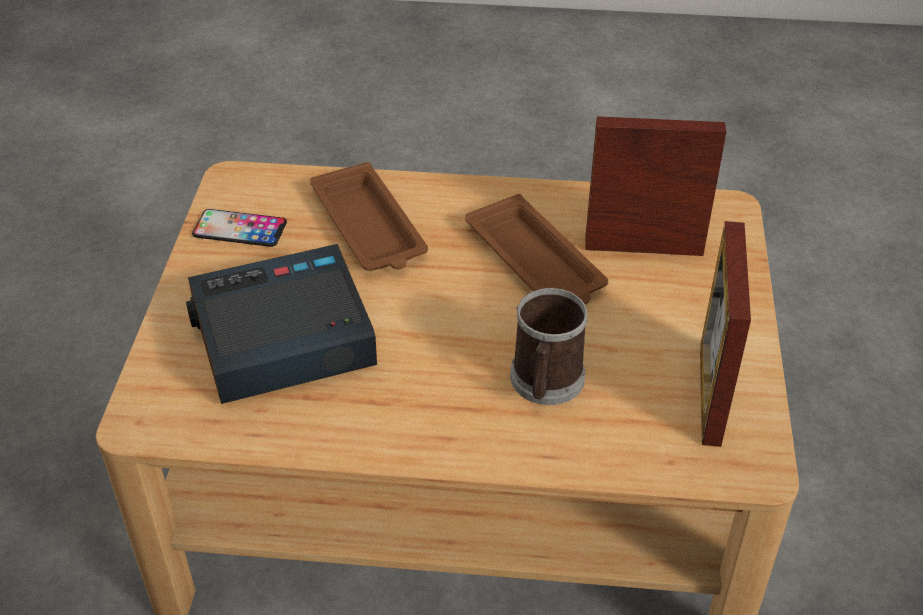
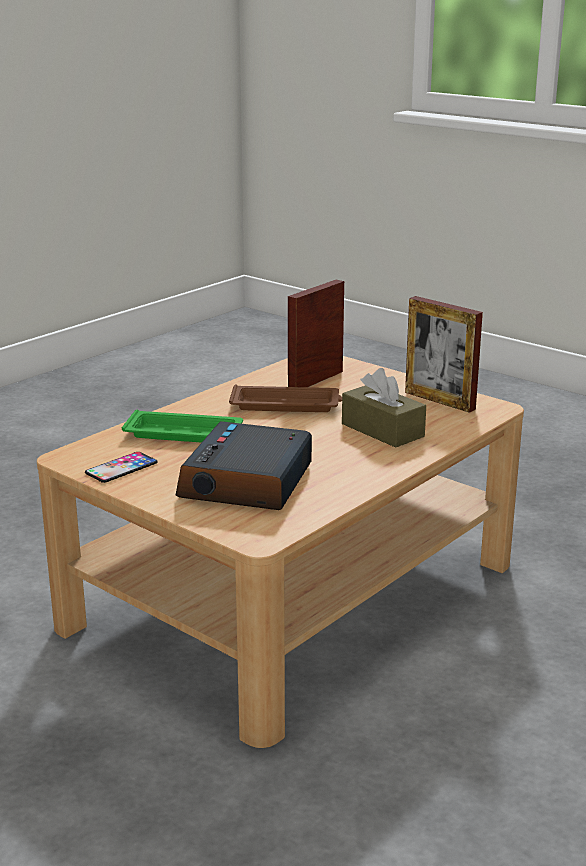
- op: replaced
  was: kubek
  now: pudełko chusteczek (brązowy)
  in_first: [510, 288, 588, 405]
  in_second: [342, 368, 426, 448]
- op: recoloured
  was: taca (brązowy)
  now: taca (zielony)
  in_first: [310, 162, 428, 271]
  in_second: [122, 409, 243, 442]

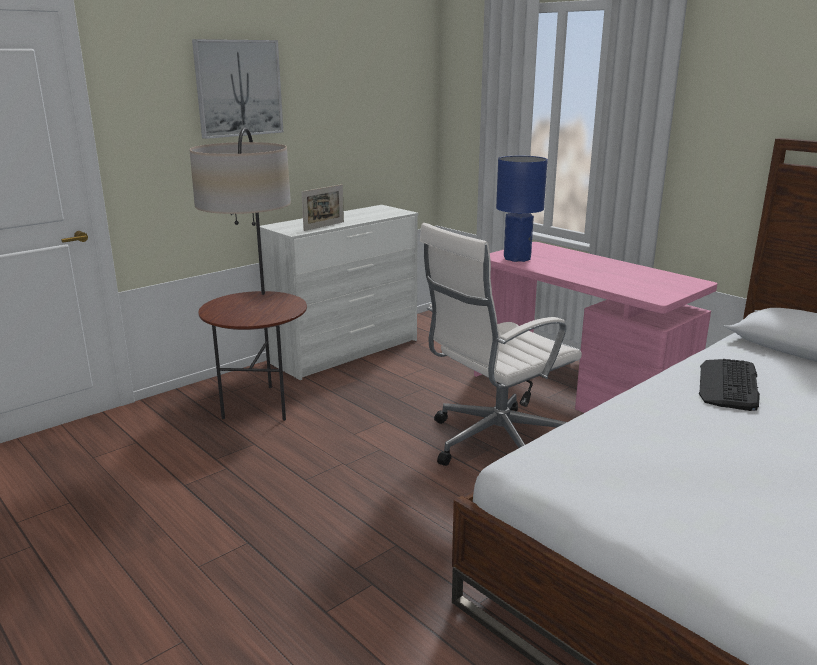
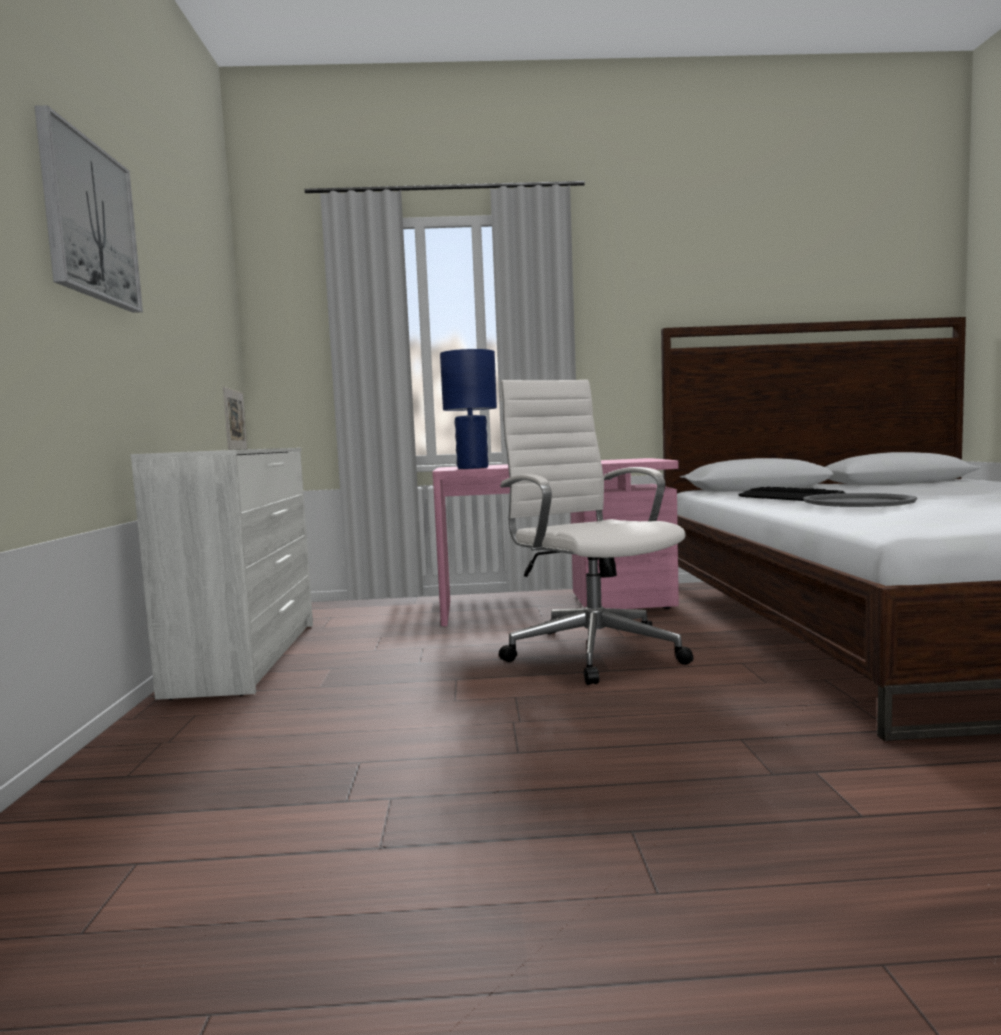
- op: removed
  was: lampa stojąca
  in_first: [189, 127, 307, 421]
- op: added
  now: taca (szary)
  in_second: [803, 493, 917, 507]
- op: turned
  was: krzesło biurowe (biały)
  in_first: [420, 223, 582, 466]
  in_second: [499, 380, 693, 685]
  clockwise: 150

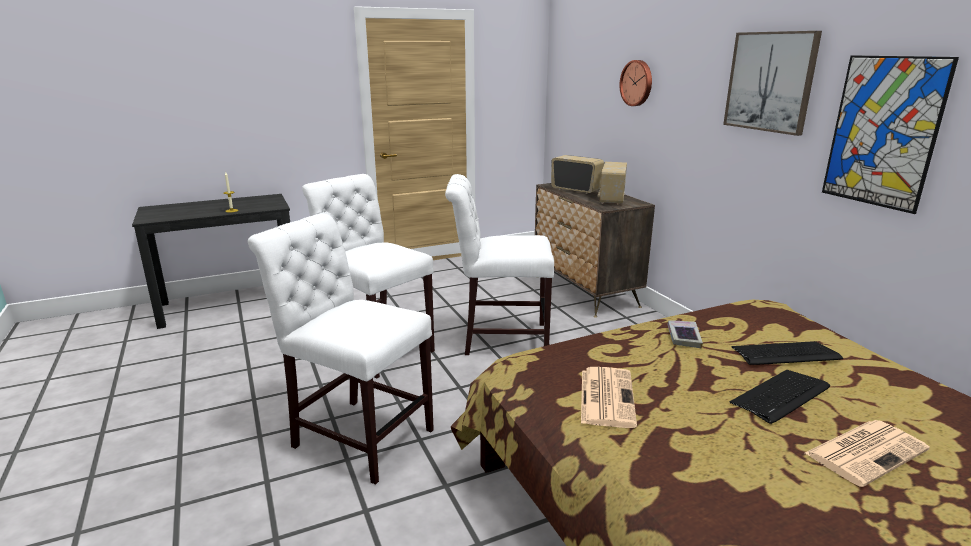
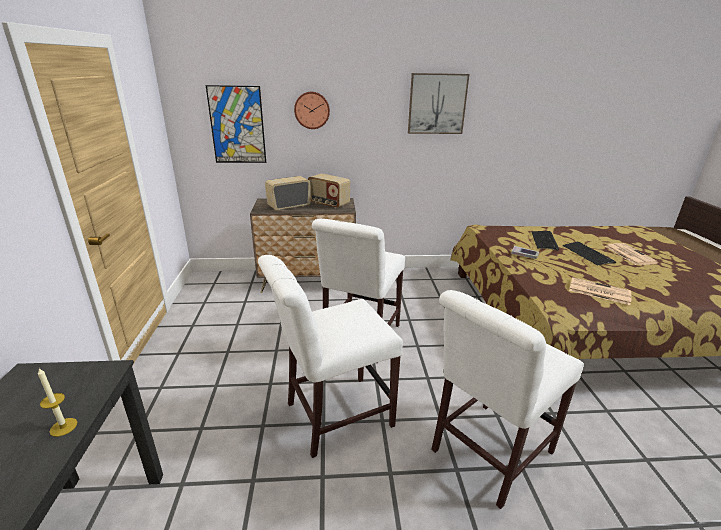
- op: moved
  was: obraz
  in_first: [822, 55, 959, 214]
  in_second: [206, 85, 266, 163]

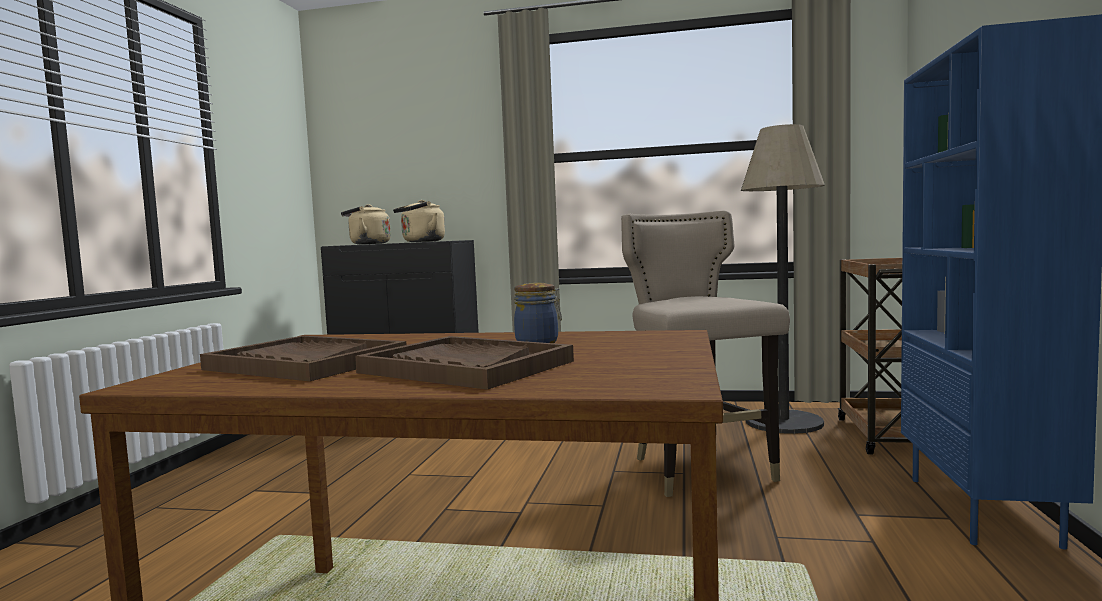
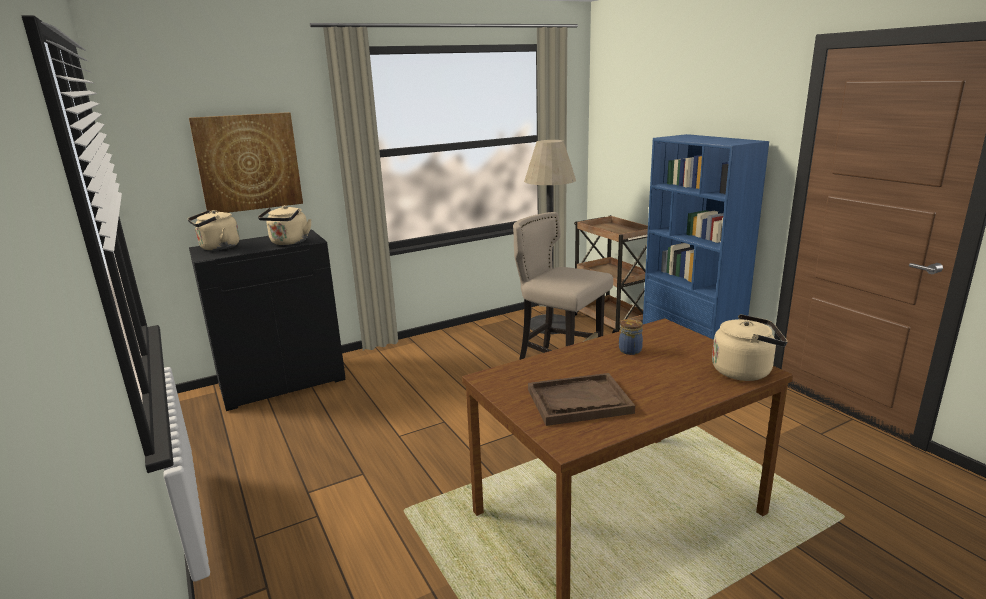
- op: removed
  was: taca (brązowy)
  in_first: [355, 336, 574, 390]
- op: added
  now: obraz
  in_second: [189, 112, 303, 213]
- op: added
  now: czajnik (beżowy)
  in_second: [712, 314, 788, 381]

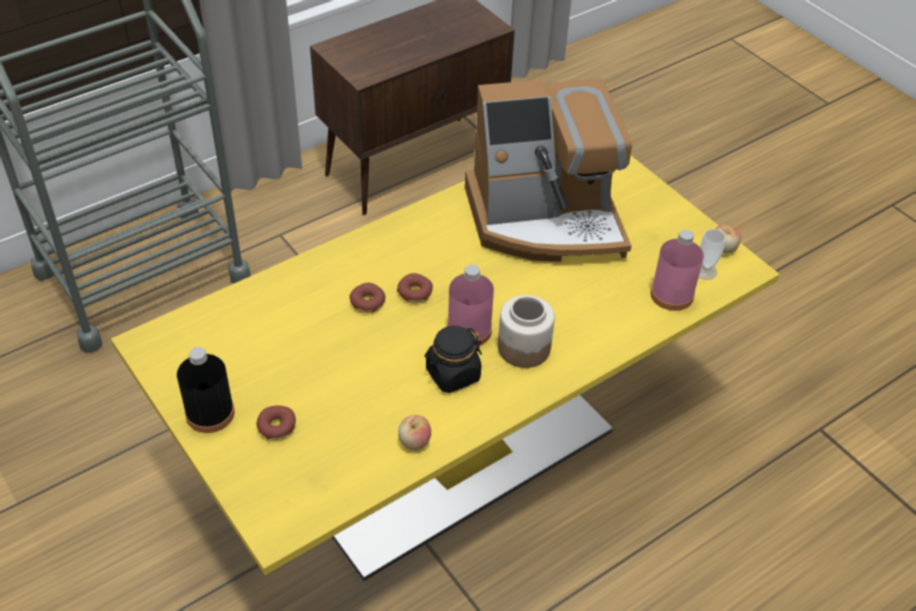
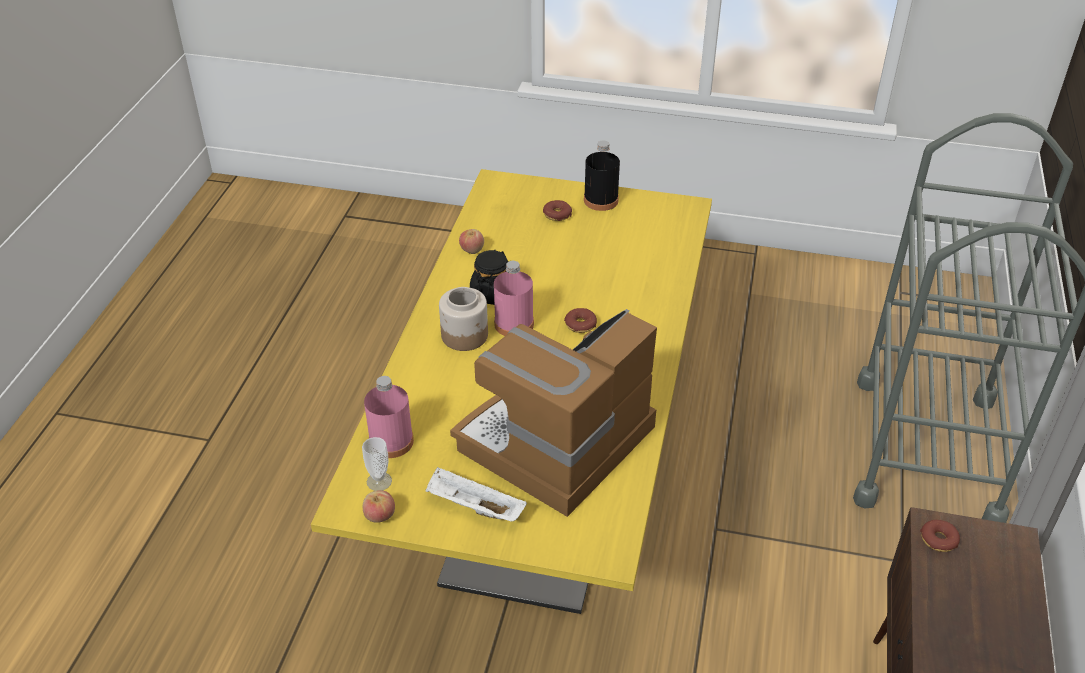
- op: added
  now: taca (biały)
  in_second: [425, 467, 527, 522]
- op: moved
  was: donut
  in_first: [349, 283, 386, 313]
  in_second: [920, 520, 960, 552]

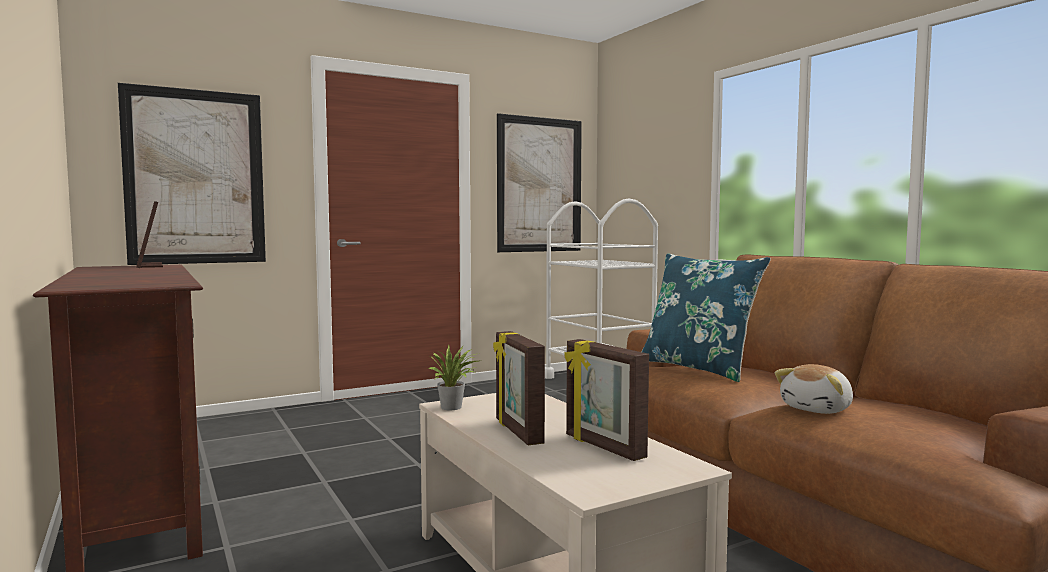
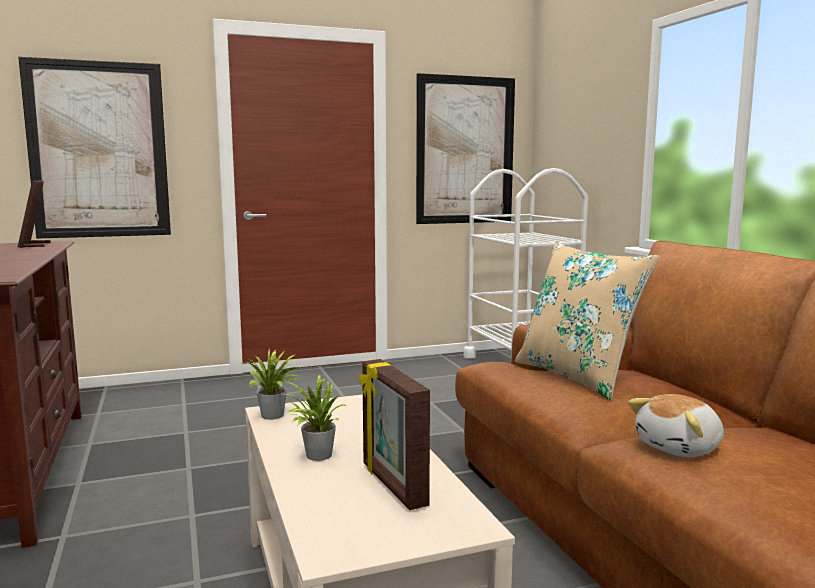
- op: replaced
  was: ramka na zdjęcie
  now: roślina doniczkowa
  in_first: [493, 331, 545, 445]
  in_second: [281, 375, 347, 461]
- op: recoloured
  was: poduszka (niebieski)
  now: poduszka (beżowy)
  in_first: [641, 253, 771, 382]
  in_second: [515, 242, 660, 400]

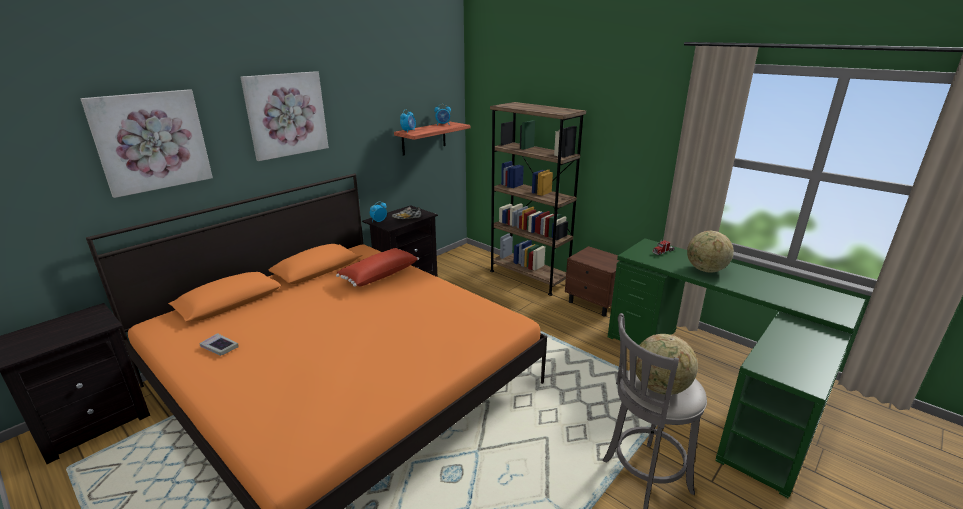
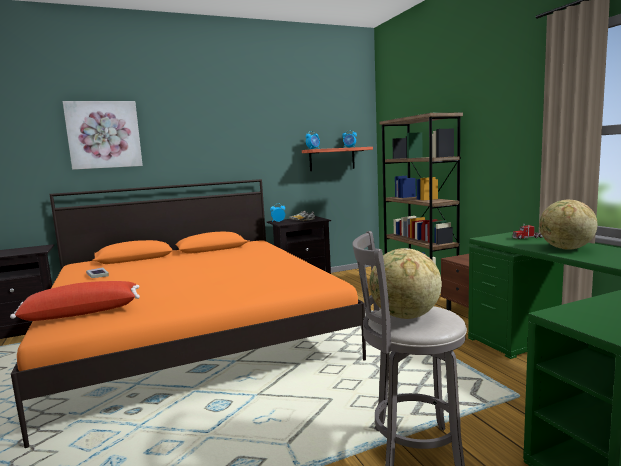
- op: removed
  was: obraz
  in_first: [240, 71, 329, 161]
- op: moved
  was: poduszka (czerwony)
  in_first: [336, 248, 419, 287]
  in_second: [10, 281, 140, 321]

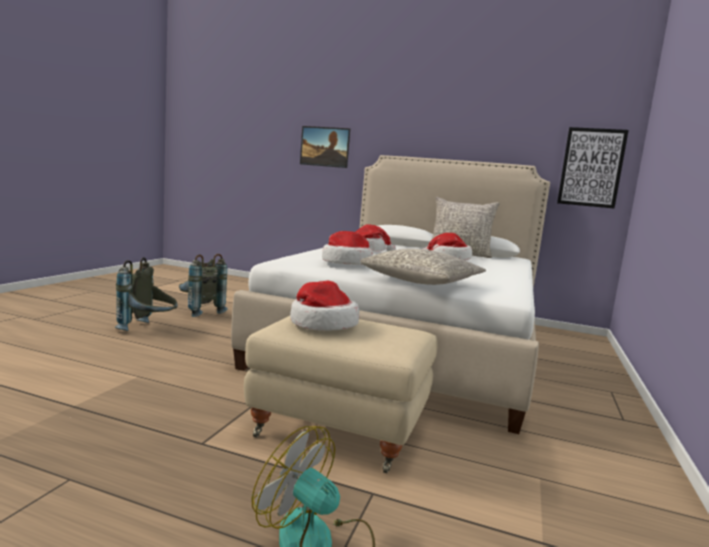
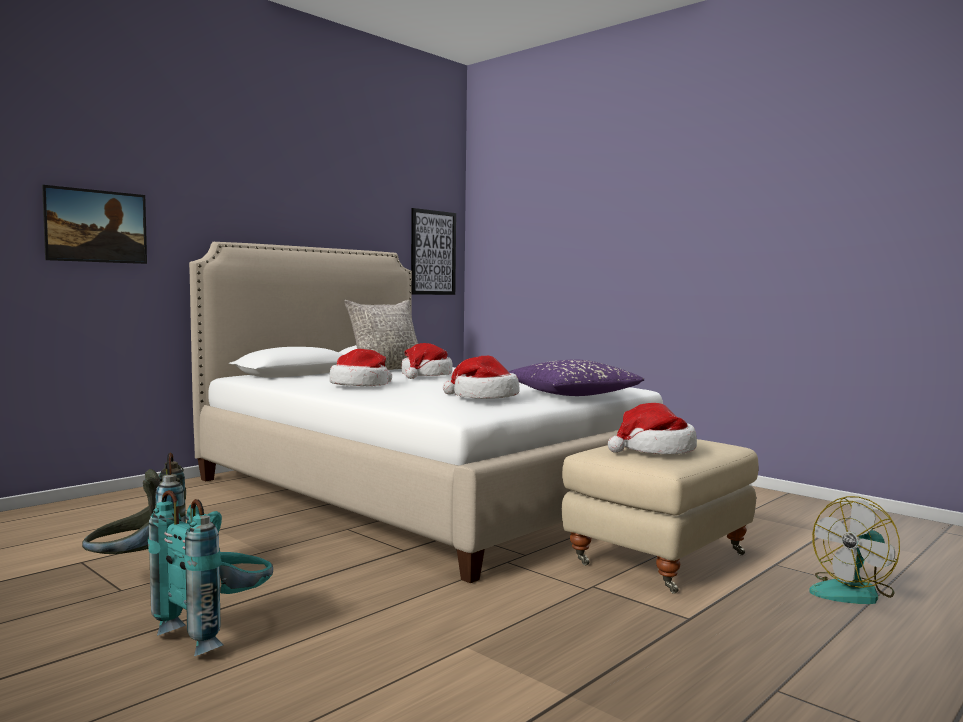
- op: recoloured
  was: plecak (szary)
  now: plecak (turkusowy)
  in_first: [114, 257, 178, 331]
  in_second: [148, 490, 273, 656]
- op: recoloured
  was: poduszka (szary)
  now: poduszka (fioletowy)
  in_first: [360, 249, 486, 285]
  in_second: [508, 360, 644, 396]

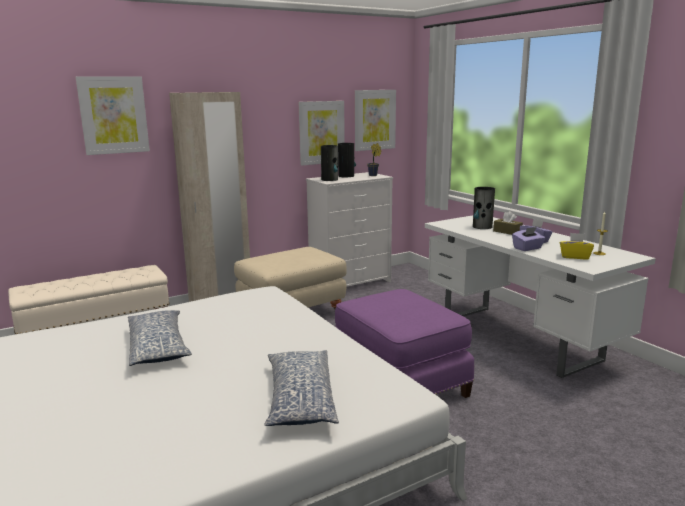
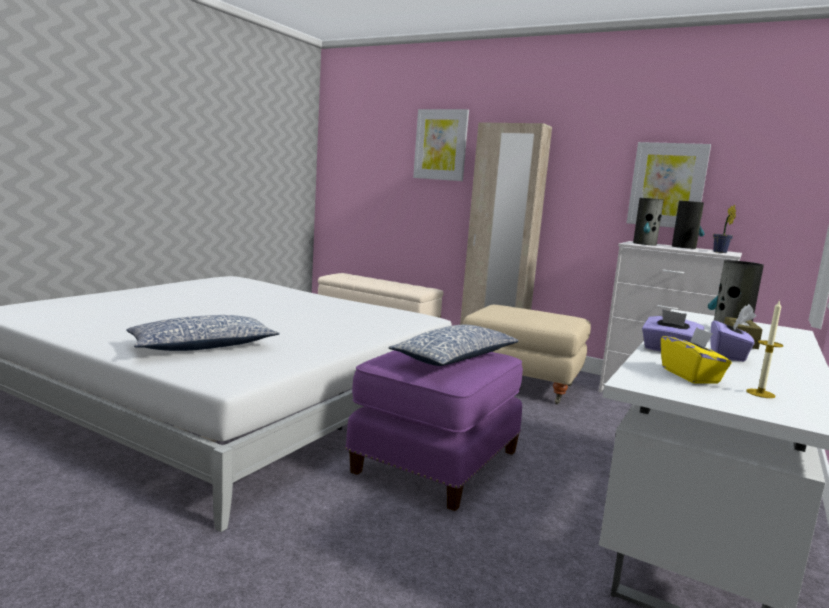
- op: removed
  was: obraz
  in_first: [355, 90, 396, 151]
- op: moved
  was: poduszka
  in_first: [128, 310, 192, 366]
  in_second: [389, 325, 519, 366]

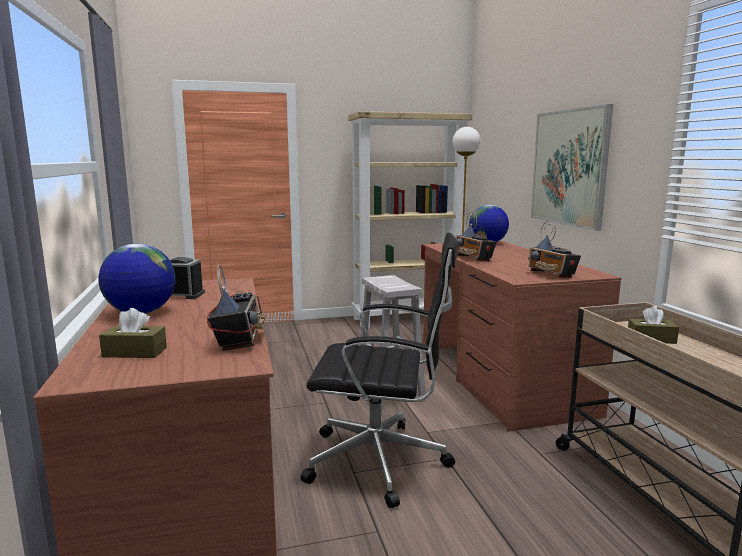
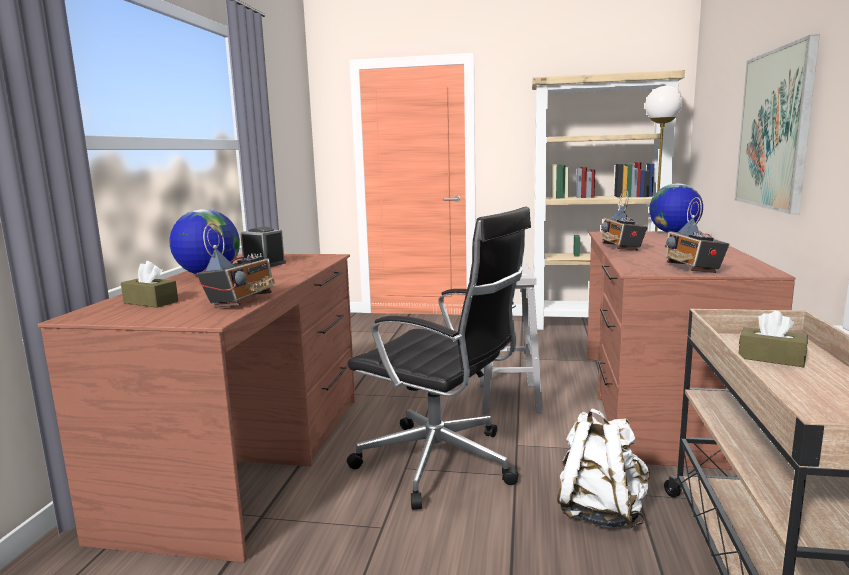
- op: added
  now: plecak (biały)
  in_second: [557, 408, 650, 528]

